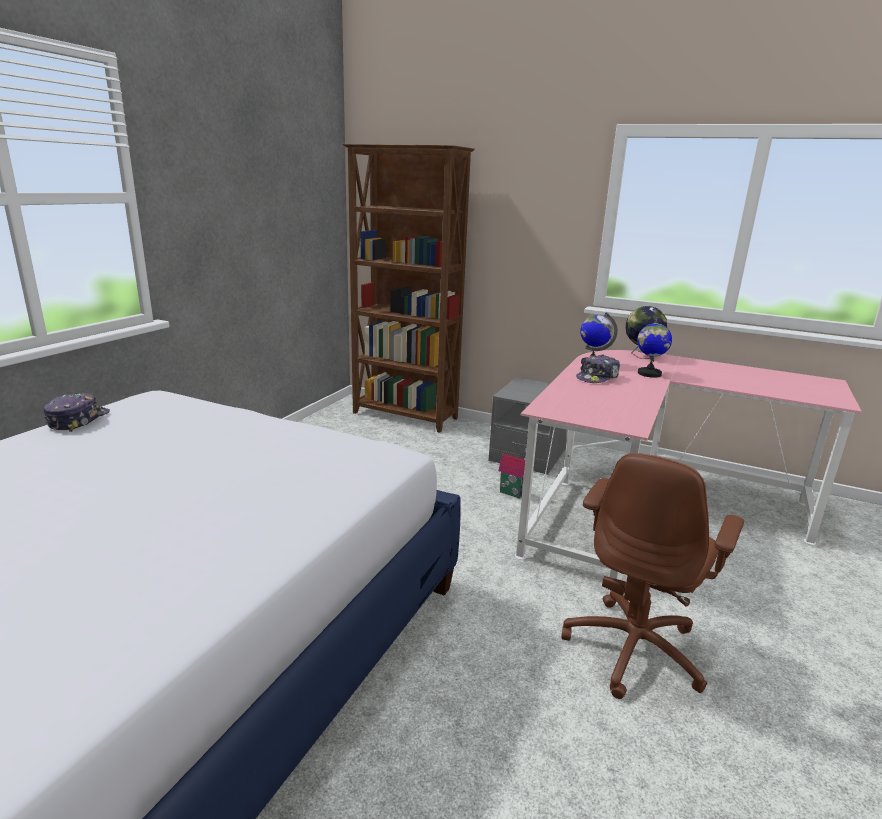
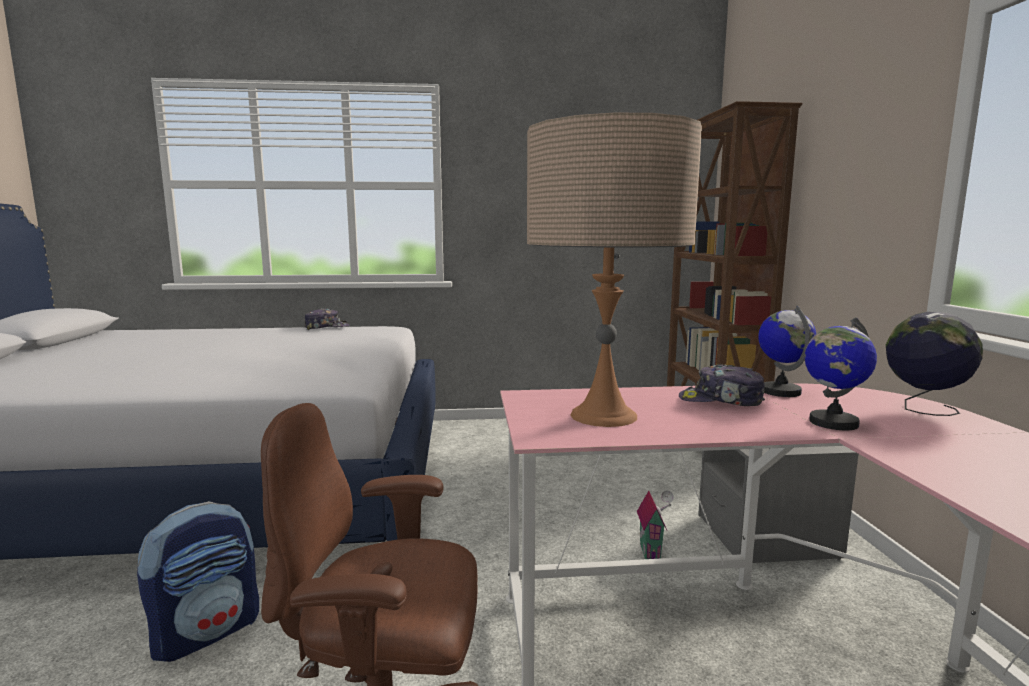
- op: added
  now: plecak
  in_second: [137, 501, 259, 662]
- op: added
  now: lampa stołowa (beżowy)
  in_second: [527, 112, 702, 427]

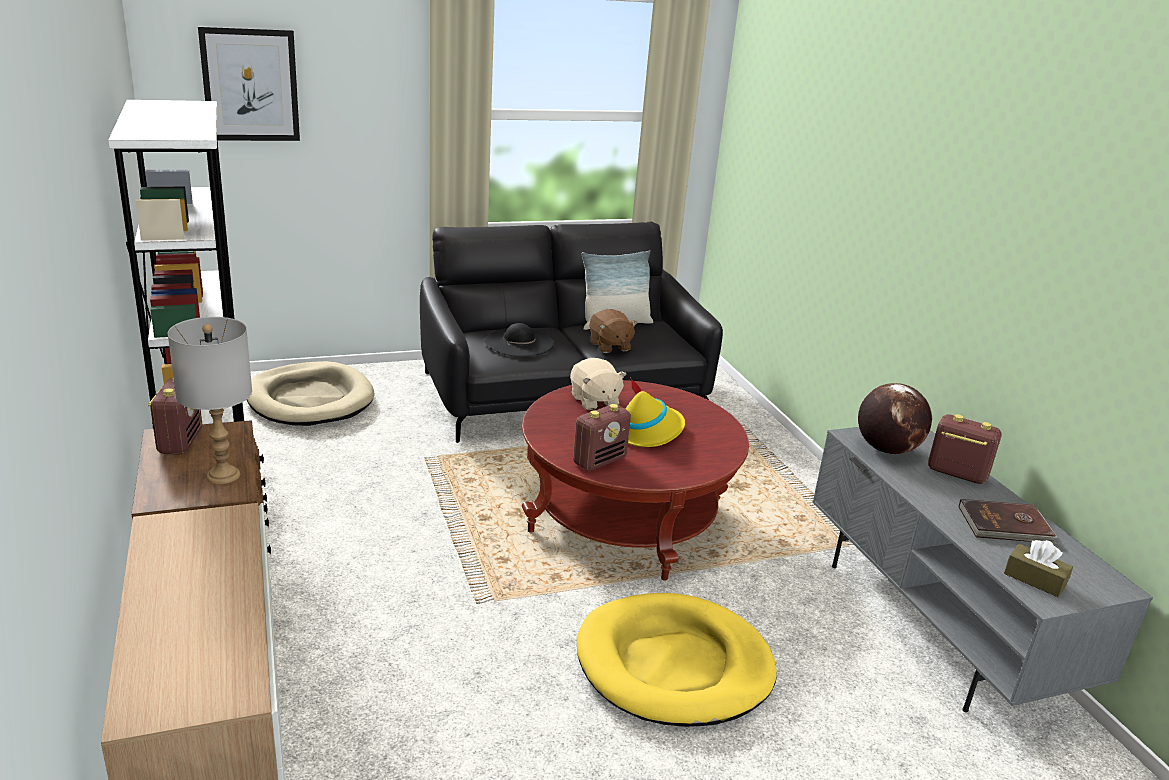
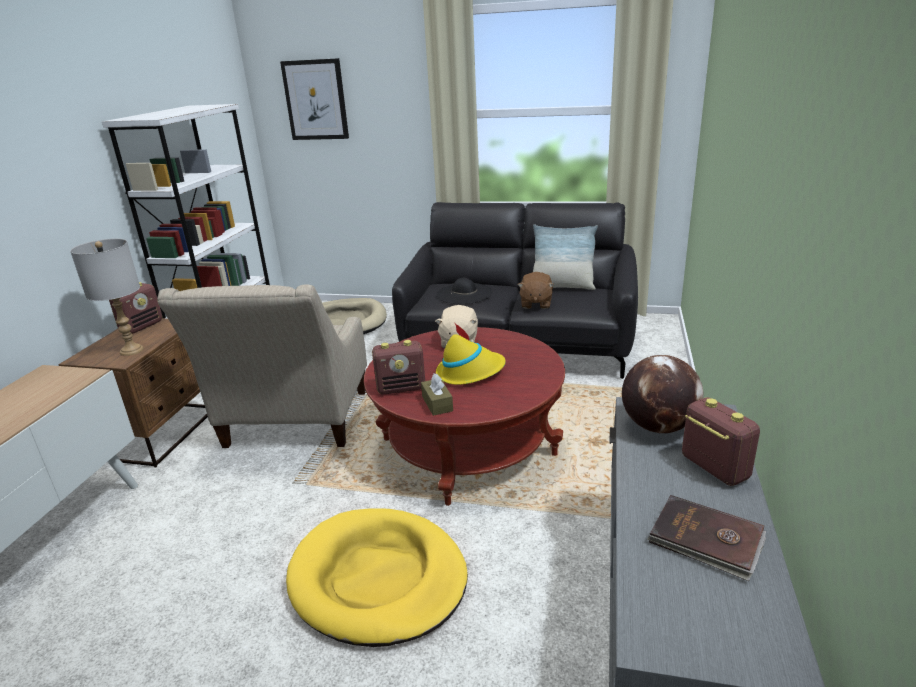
- op: added
  now: fotel (beżowy)
  in_second: [157, 285, 367, 448]
- op: moved
  was: pudełko chusteczek (brązowy)
  in_first: [1004, 540, 1073, 597]
  in_second: [421, 373, 453, 416]

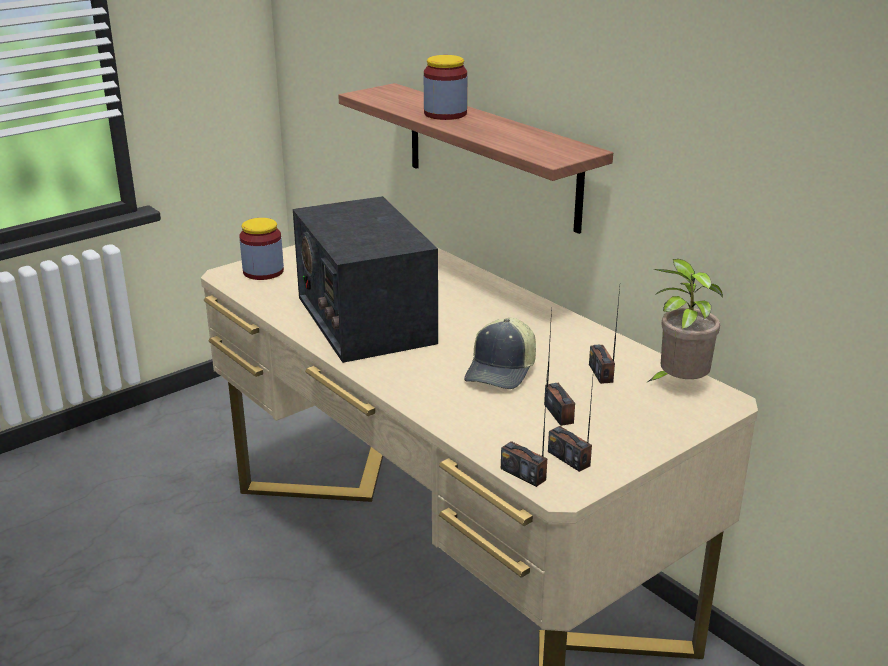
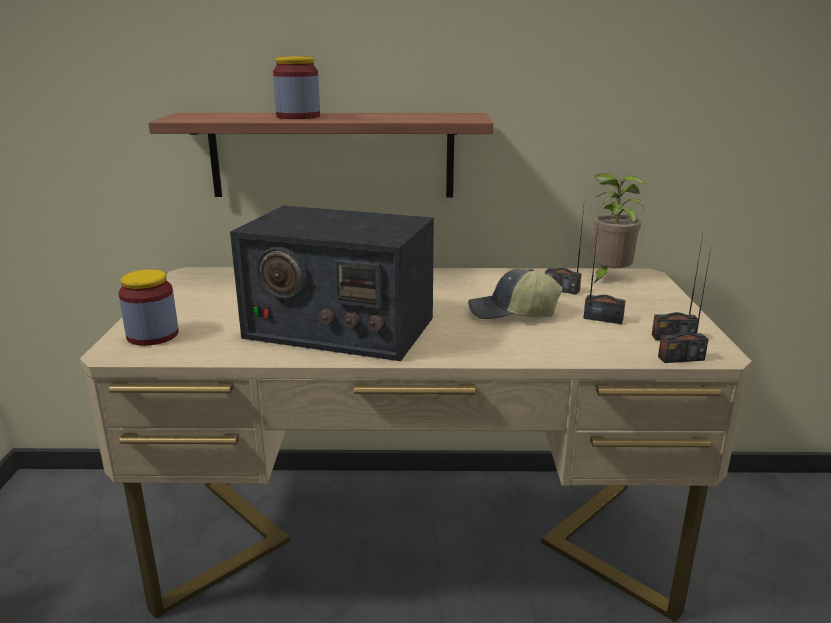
- op: turned
  was: czapka z daszkiem
  in_first: [464, 318, 536, 389]
  in_second: [468, 268, 562, 319]
  clockwise: 120

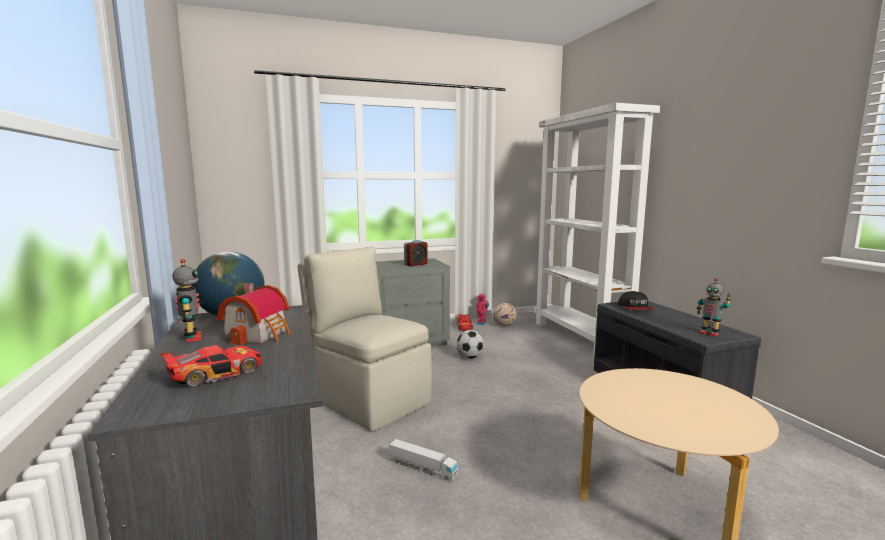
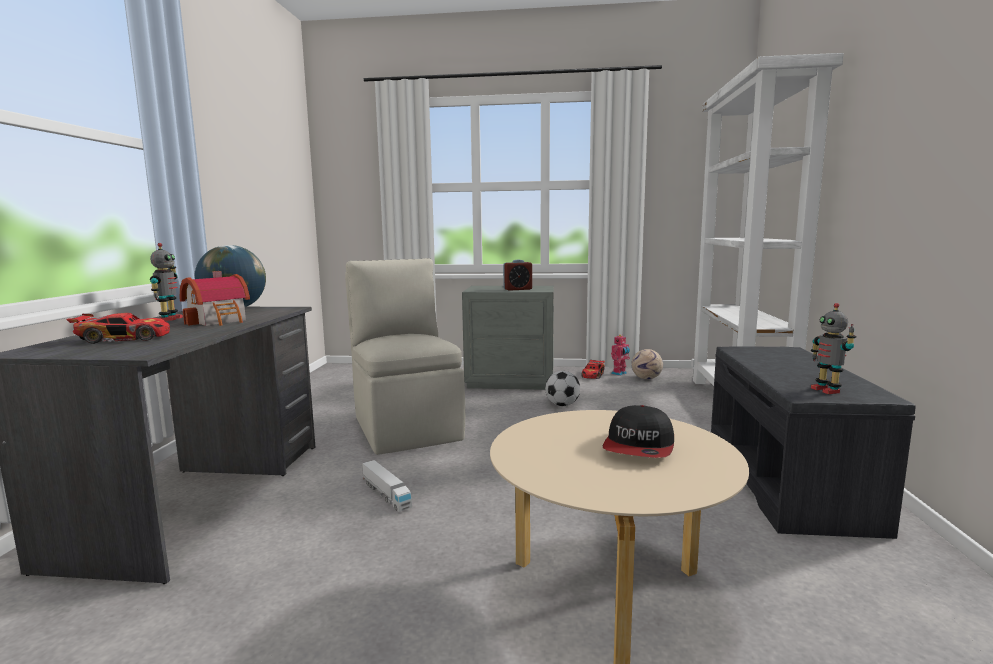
- op: moved
  was: czapka z daszkiem
  in_first: [618, 291, 655, 310]
  in_second: [603, 405, 674, 458]

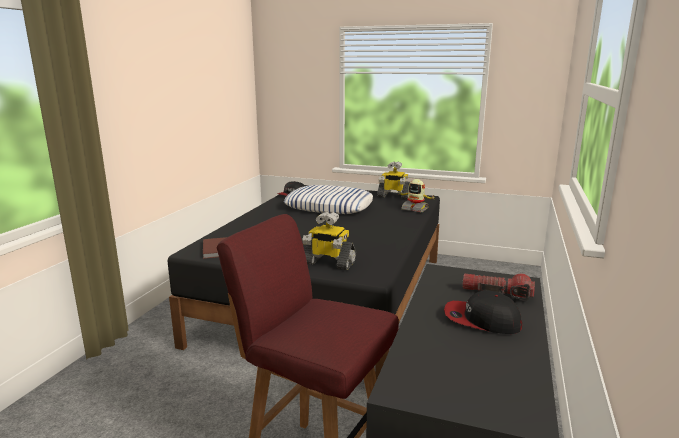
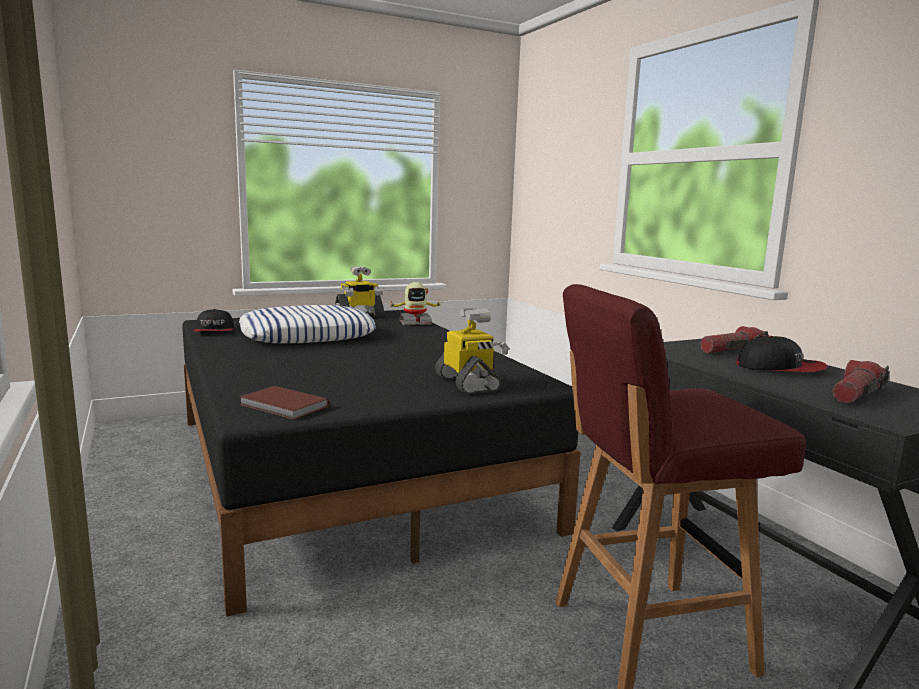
- op: added
  now: latarka
  in_second: [833, 360, 889, 403]
- op: turned
  was: robot zabawkowy
  in_first: [302, 212, 356, 270]
  in_second: [435, 307, 509, 394]
  clockwise: -90
- op: turned
  was: czapka z daszkiem
  in_first: [444, 290, 522, 334]
  in_second: [736, 336, 827, 372]
  clockwise: -135

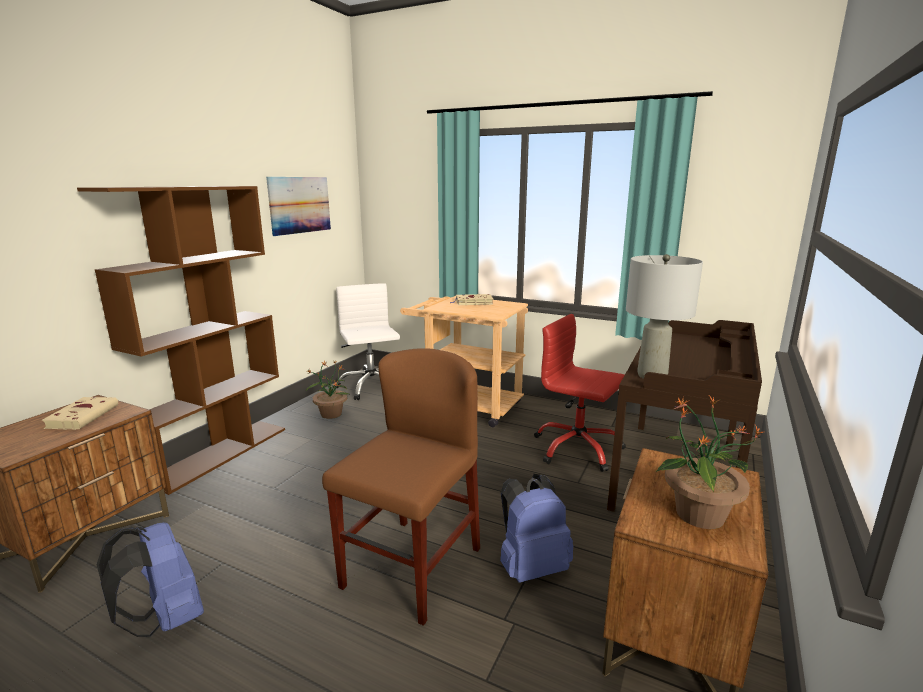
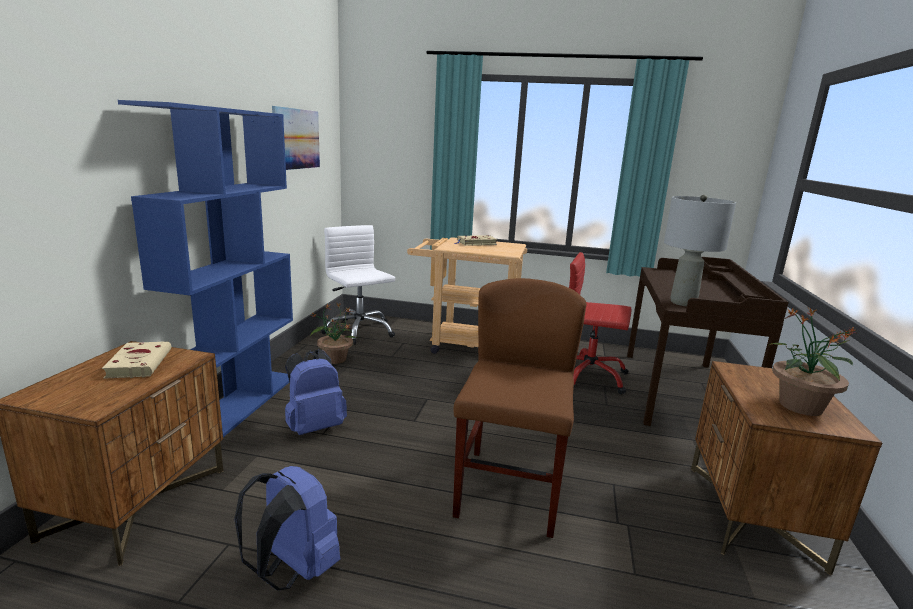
- op: moved
  was: plecak (niebieski)
  in_first: [500, 474, 573, 583]
  in_second: [285, 349, 347, 435]
- op: recoloured
  was: regał (brązowy)
  now: regał (niebieski)
  in_first: [77, 186, 285, 495]
  in_second: [118, 100, 293, 437]

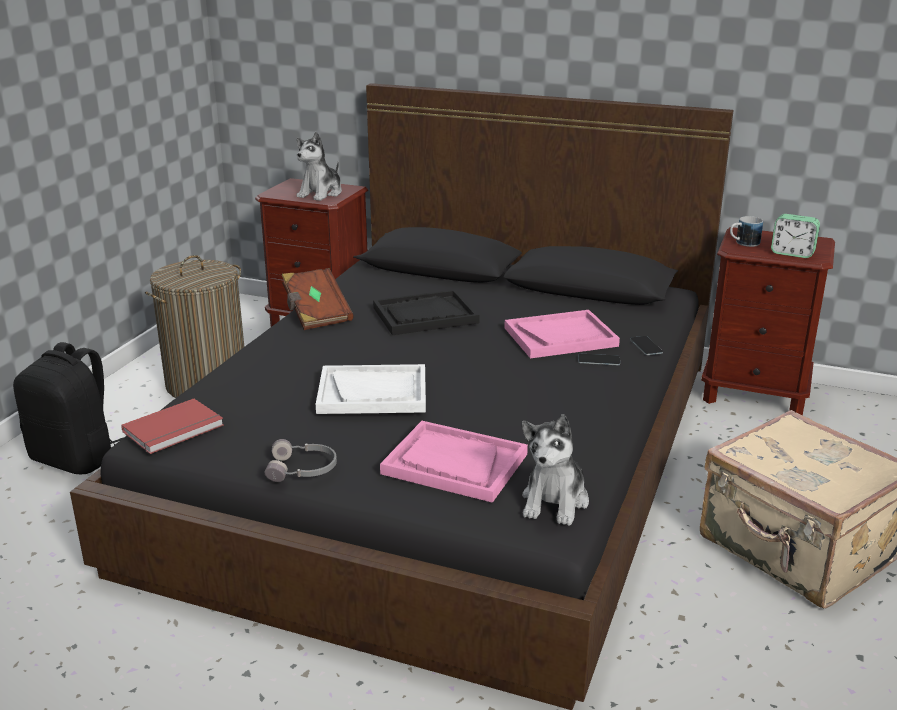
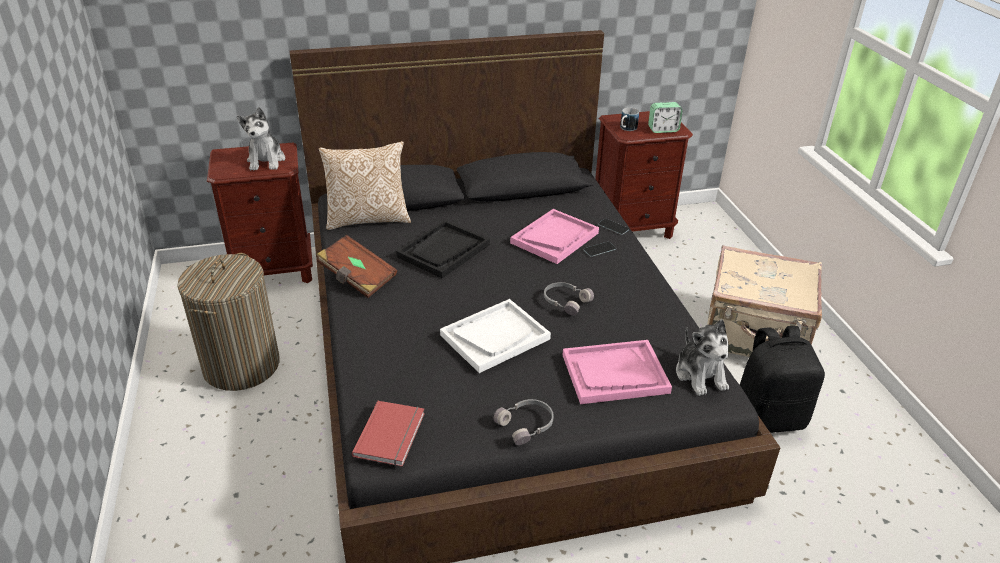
- op: added
  now: poduszka
  in_second: [319, 141, 411, 230]
- op: added
  now: słuchawki (szary)
  in_second: [544, 282, 594, 316]
- op: moved
  was: plecak (czarny)
  in_first: [13, 342, 123, 474]
  in_second: [740, 326, 825, 433]

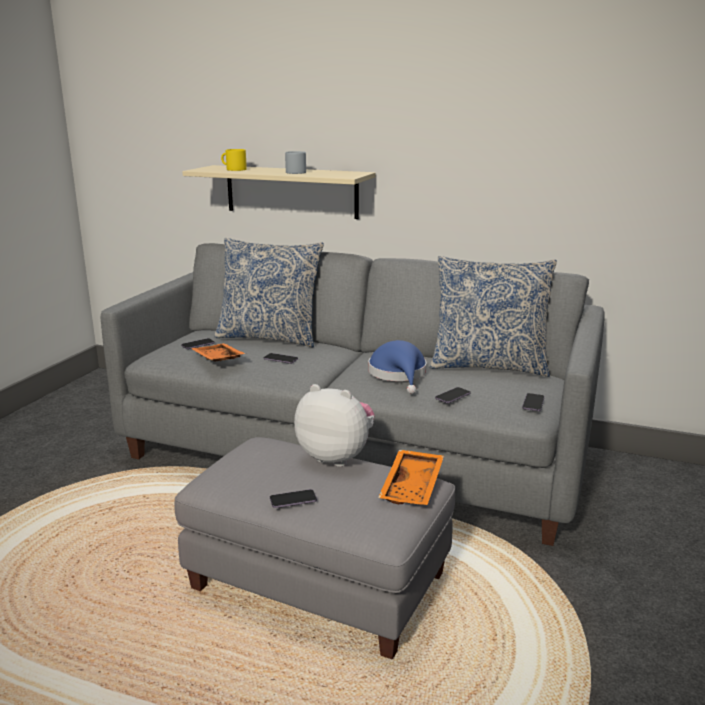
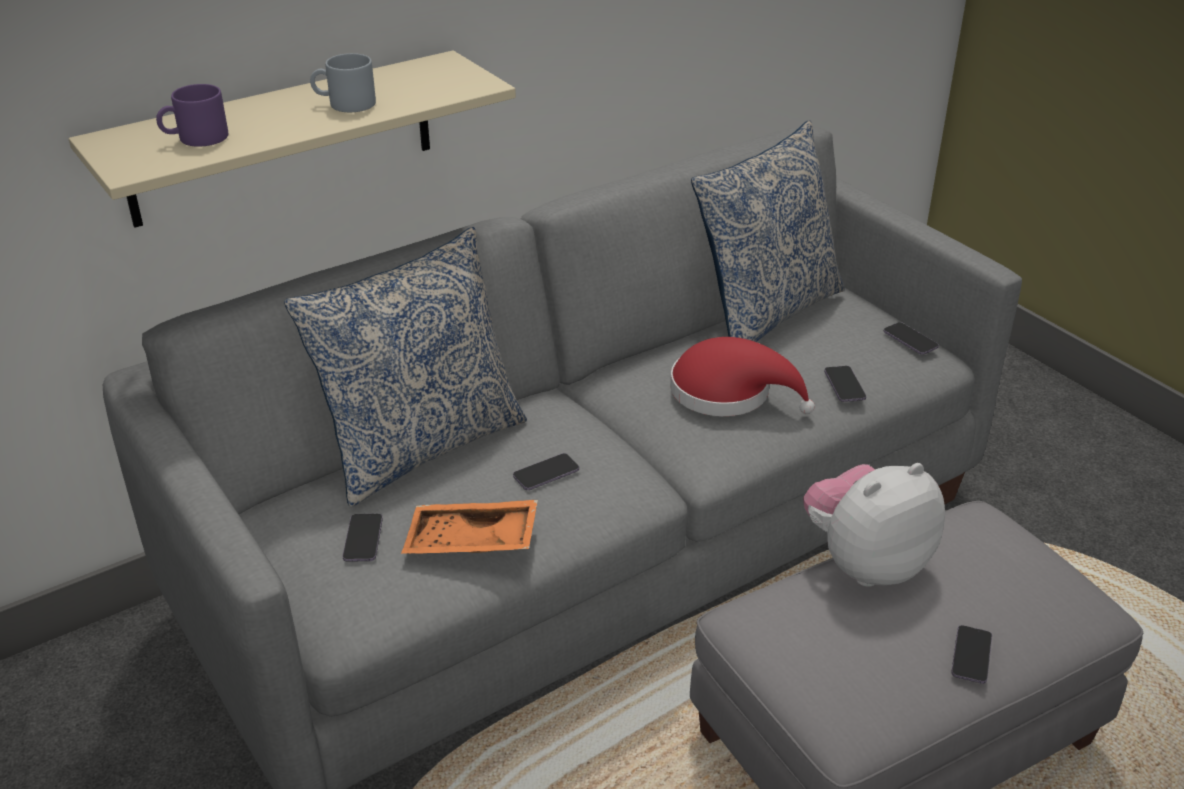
- op: removed
  was: taca (pomarańczowy)
  in_first: [378, 450, 444, 505]
- op: recoloured
  was: kubek (żółty)
  now: kubek (fioletowy)
  in_first: [221, 149, 247, 171]
  in_second: [156, 84, 228, 147]
- op: recoloured
  was: kapelusz (niebieski)
  now: kapelusz (czerwony)
  in_first: [368, 340, 427, 394]
  in_second: [670, 337, 815, 416]

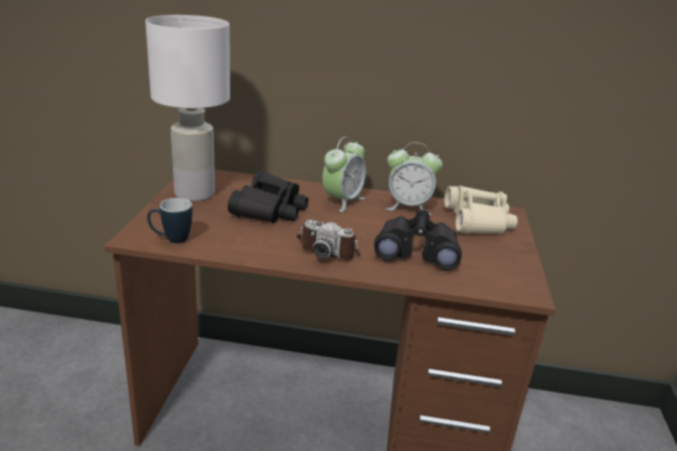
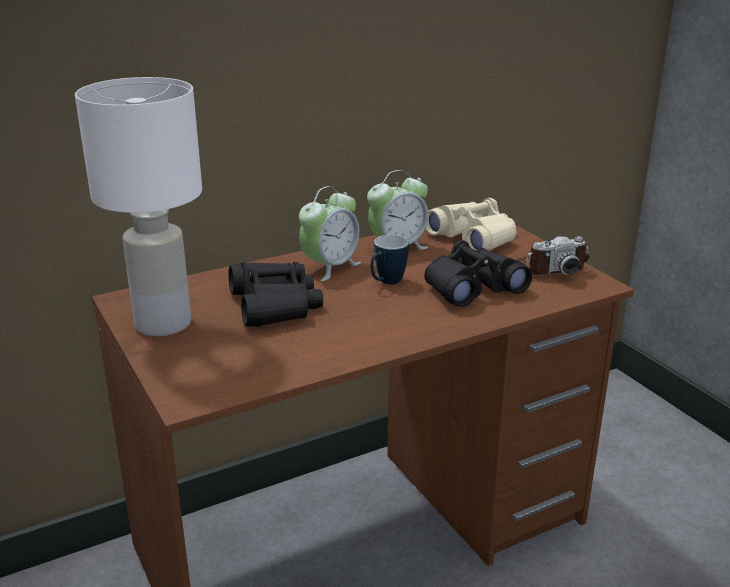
- op: moved
  was: kubek
  in_first: [147, 198, 193, 243]
  in_second: [370, 235, 409, 285]
- op: moved
  was: aparat fotograficzny
  in_first: [297, 220, 360, 260]
  in_second: [515, 236, 590, 275]
- op: turned
  was: budzik
  in_first: [322, 137, 366, 212]
  in_second: [299, 186, 361, 281]
  clockwise: 45

